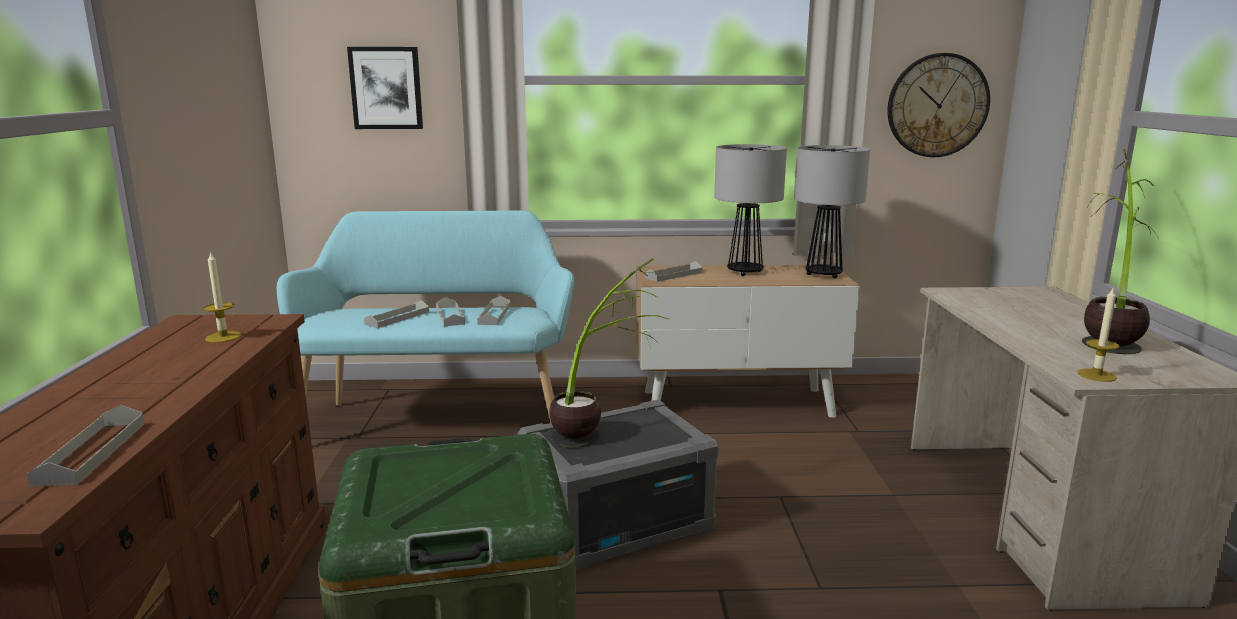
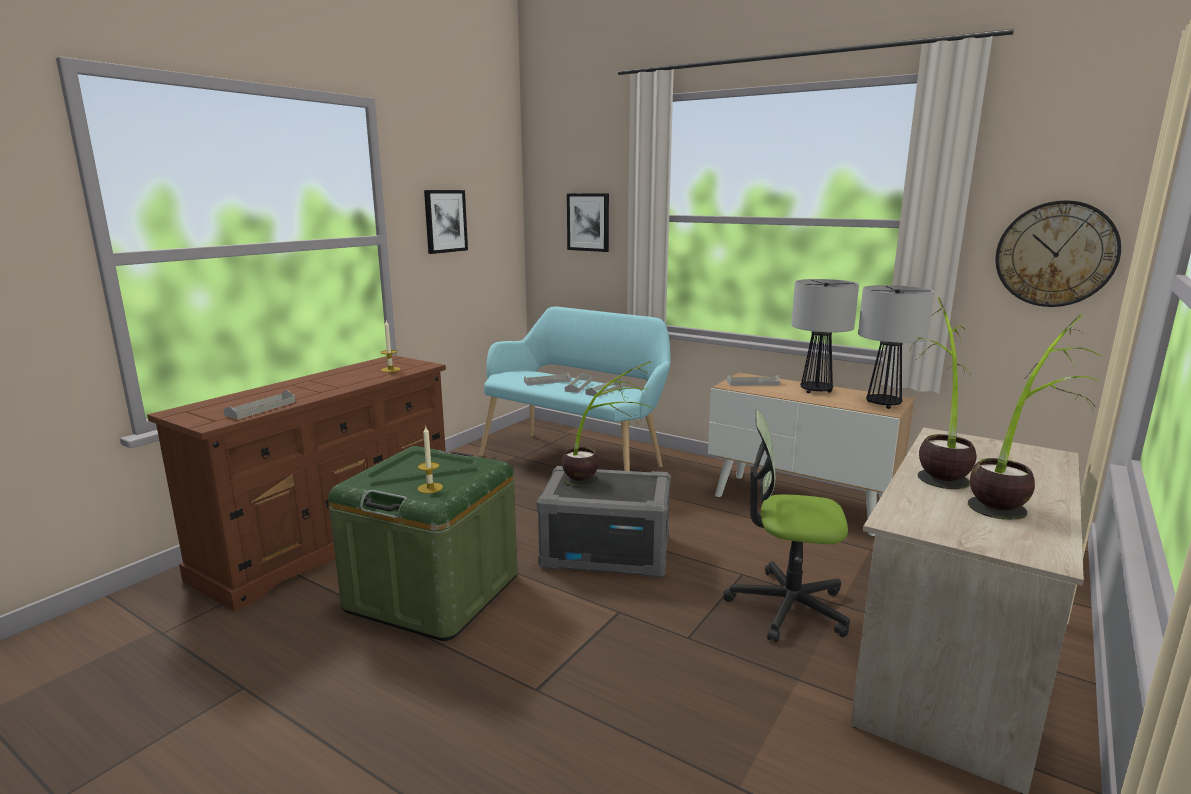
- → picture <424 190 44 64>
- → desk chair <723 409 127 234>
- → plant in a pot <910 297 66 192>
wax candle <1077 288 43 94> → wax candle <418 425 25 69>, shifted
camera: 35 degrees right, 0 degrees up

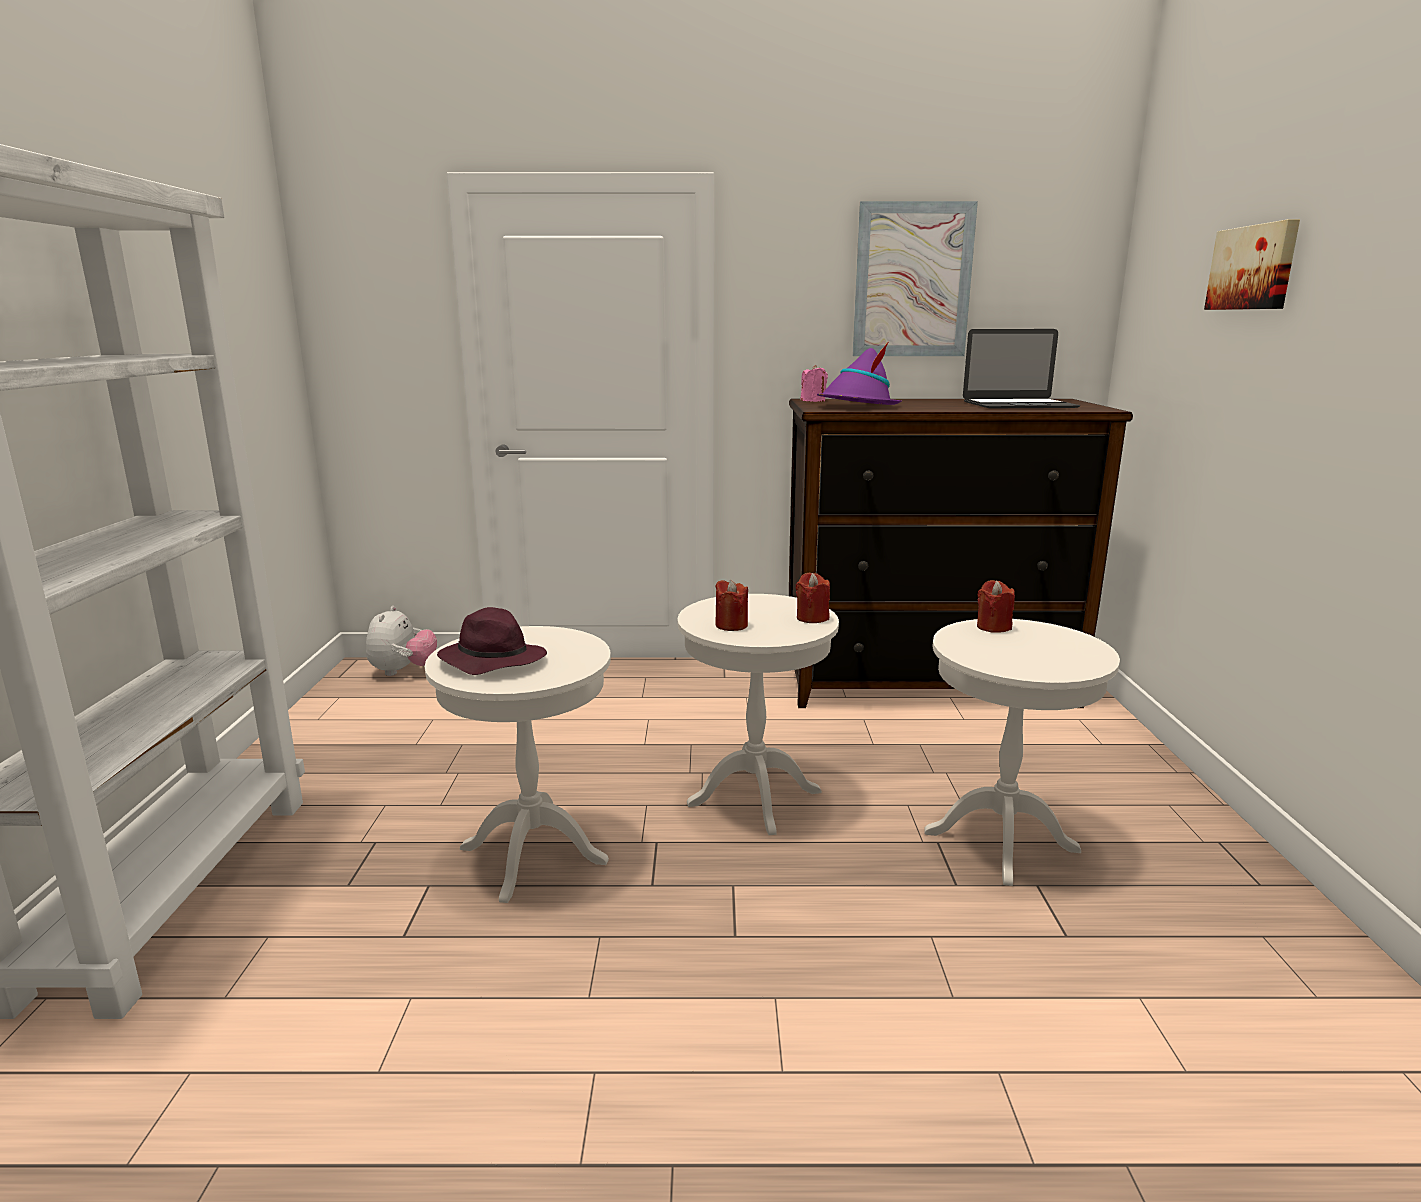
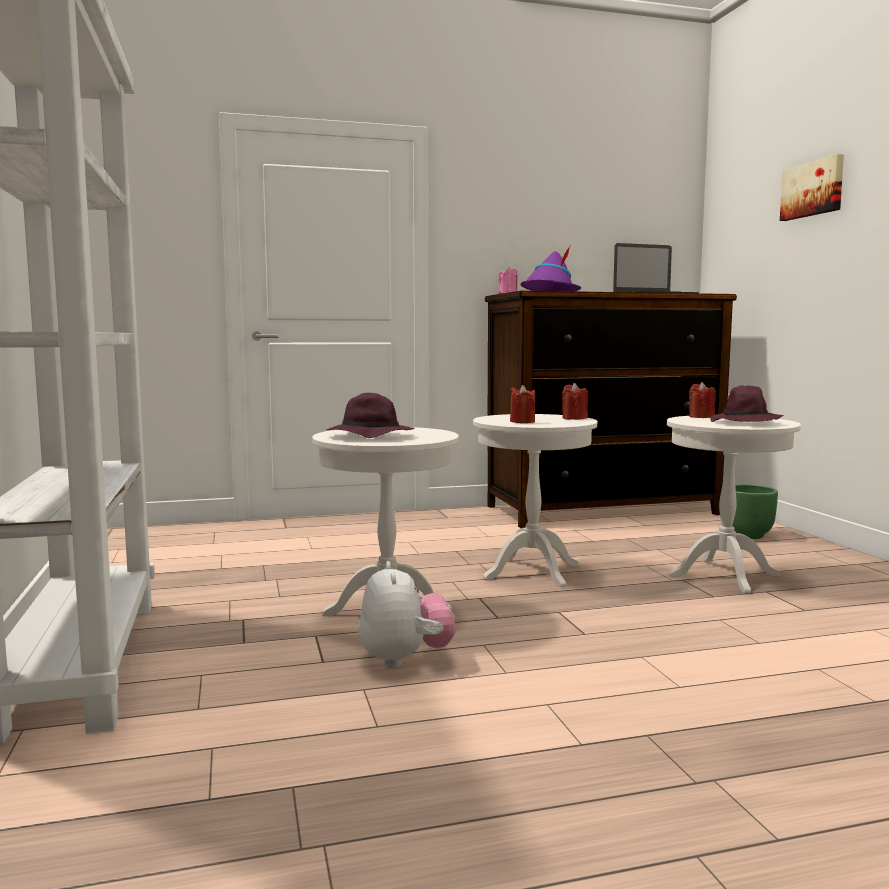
picture <852 201 126 155> → -
- → clothing hat (purple) <711 385 73 37>
- → planter (green) <732 484 46 55>
plush toy <366 606 71 70> → plush toy <359 561 97 107>, shifted
camera: 15 degrees left, 10 degrees down

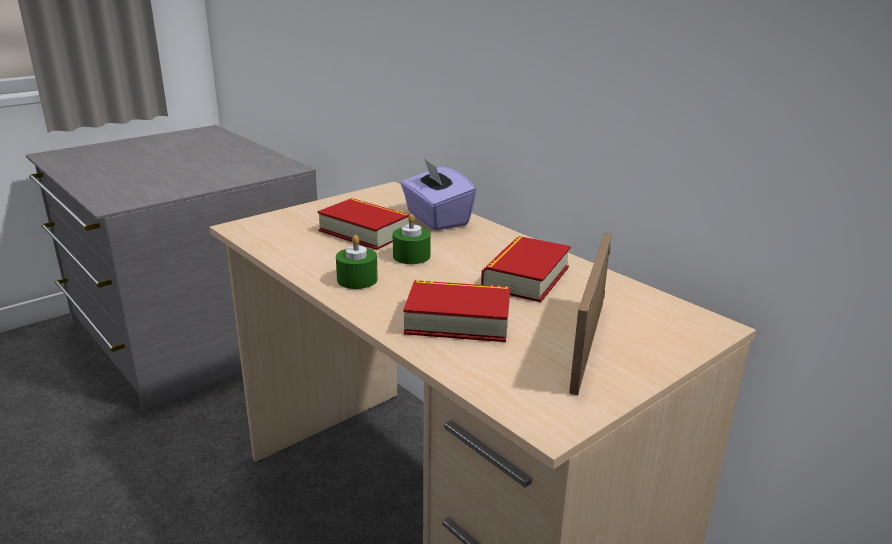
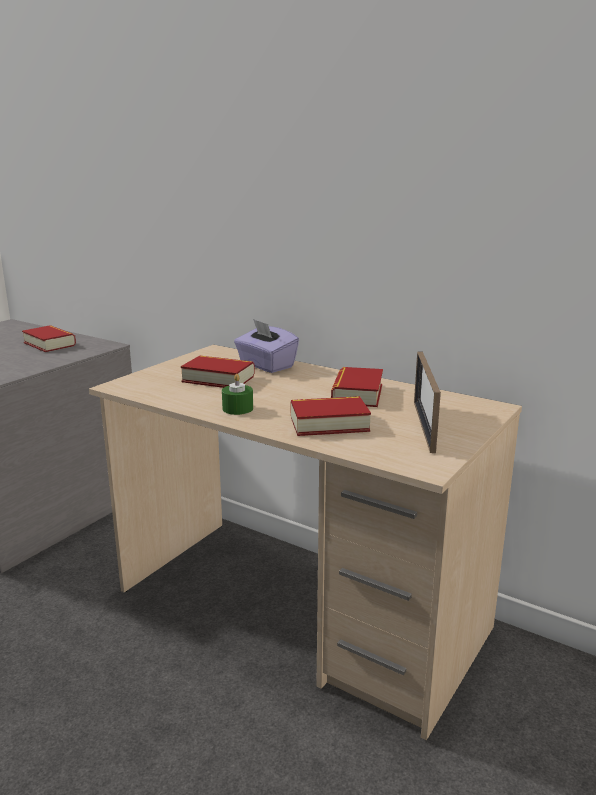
wax candle (green) <393 214 38 50> → -
- → volume <22 325 54 27>
camera: 15 degrees left, 5 degrees down

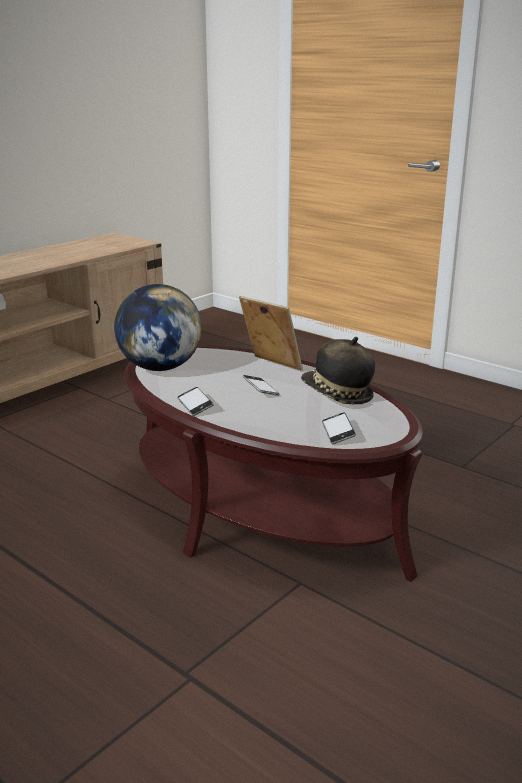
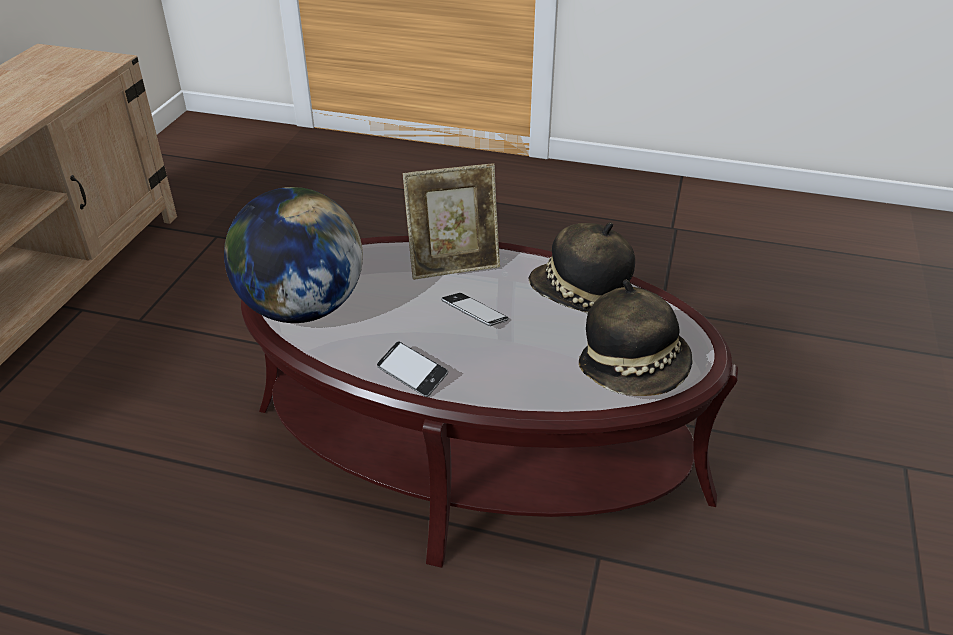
handset <322 412 34 32> → clothing hat <579 280 114 116>
picture frame <239 296 64 75> → picture frame <403 163 97 117>, 150 degrees clockwise
camera: 25 degrees left, 15 degrees up

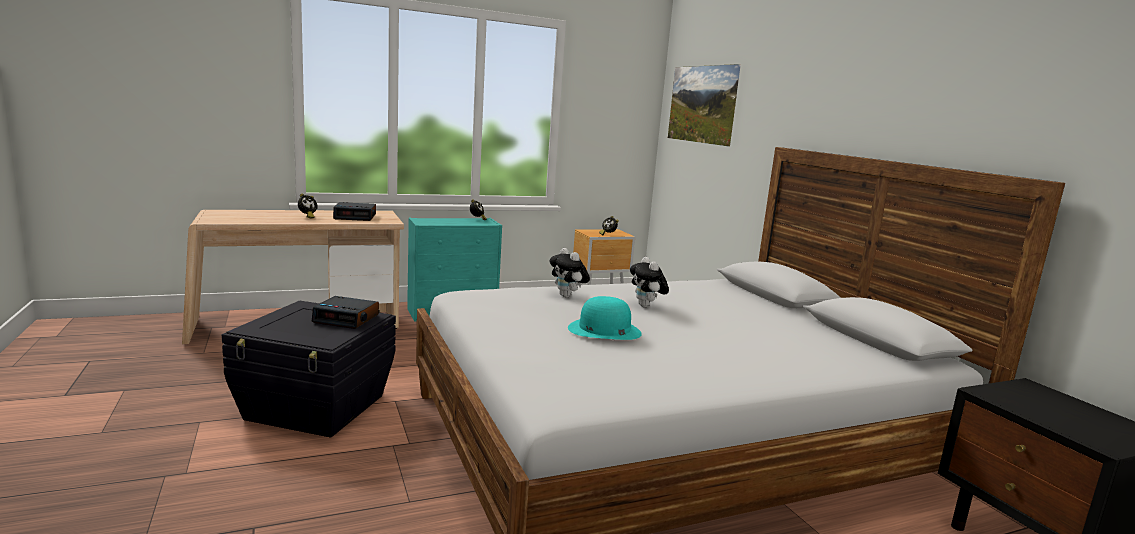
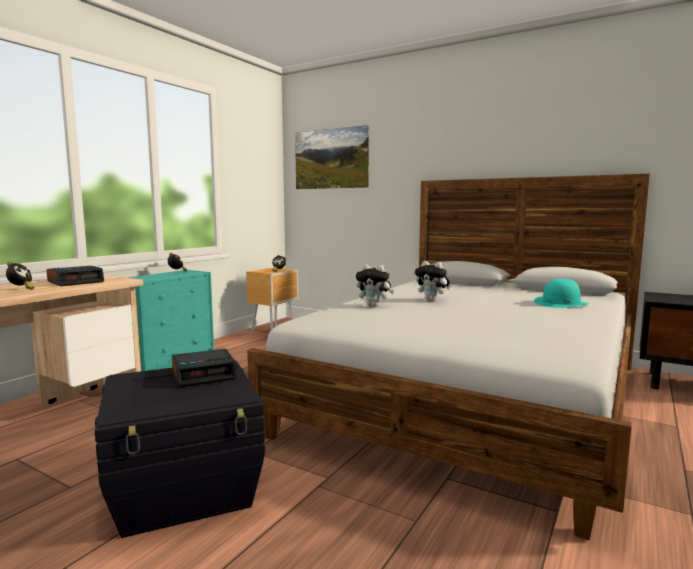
clothing hat (turquoise) <568 296 74 44> → clothing hat (turquoise) <534 279 55 29>, shifted
camera: 35 degrees left, 5 degrees down

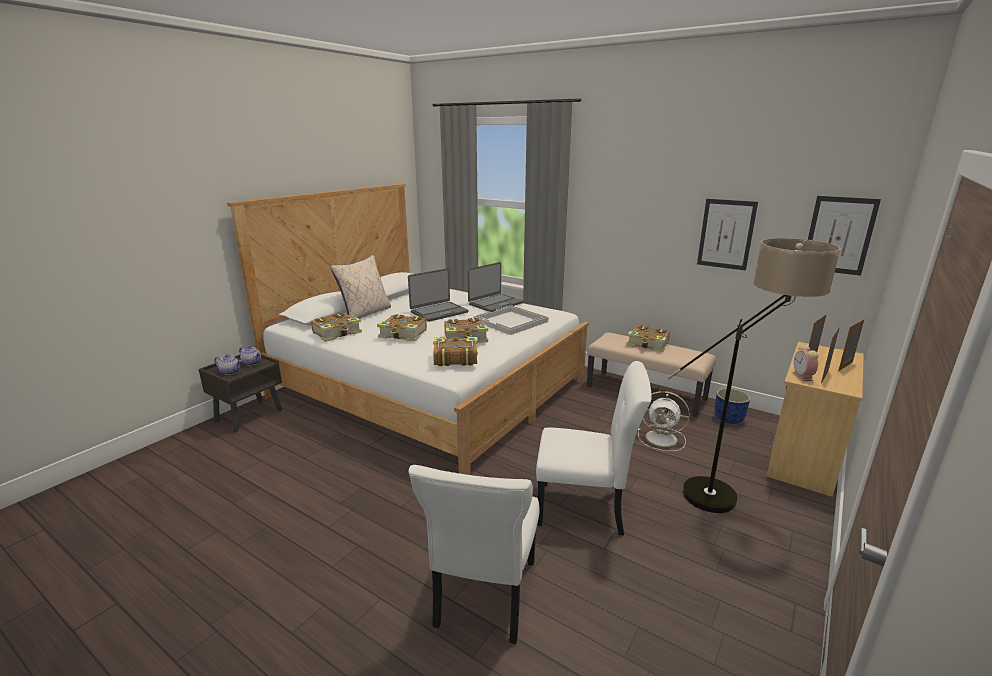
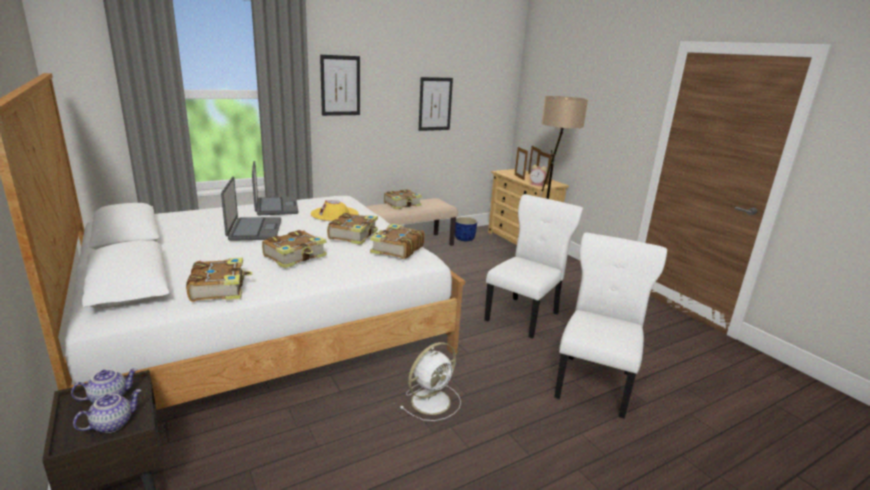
cushion (beige-coloured) <330 255 61 64> → -
cooling fan (white-coloured) <638 391 52 61> → cooling fan (white-coloured) <400 342 61 79>, shifted
picture <808 196 73 80> → picture <320 55 40 61>, shifted
tray (white-coloured) <473 305 75 30> → clothing hat (yellow) <311 200 48 21>
plain chair (white-coloured) <409 465 131 179> → plain chair (white-coloured) <554 232 113 187>, 105 degrees counterclockwise
camera: 65 degrees left, 0 degrees up

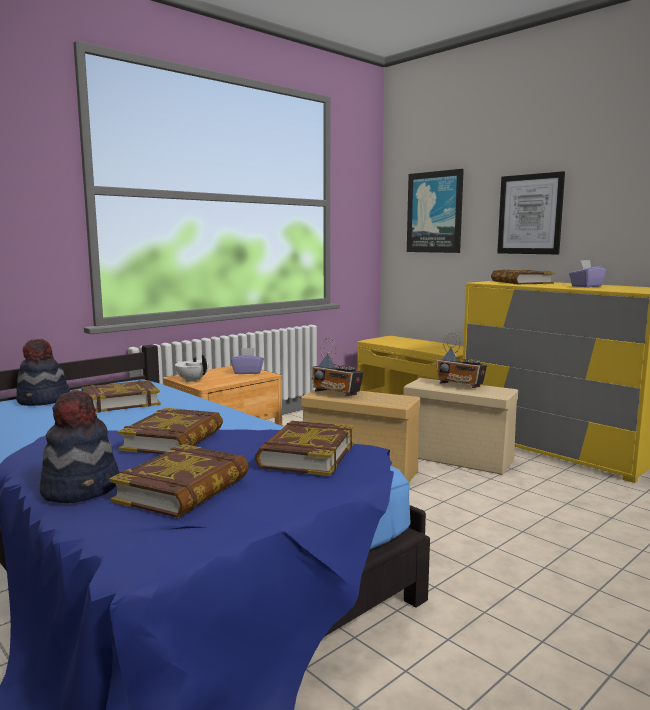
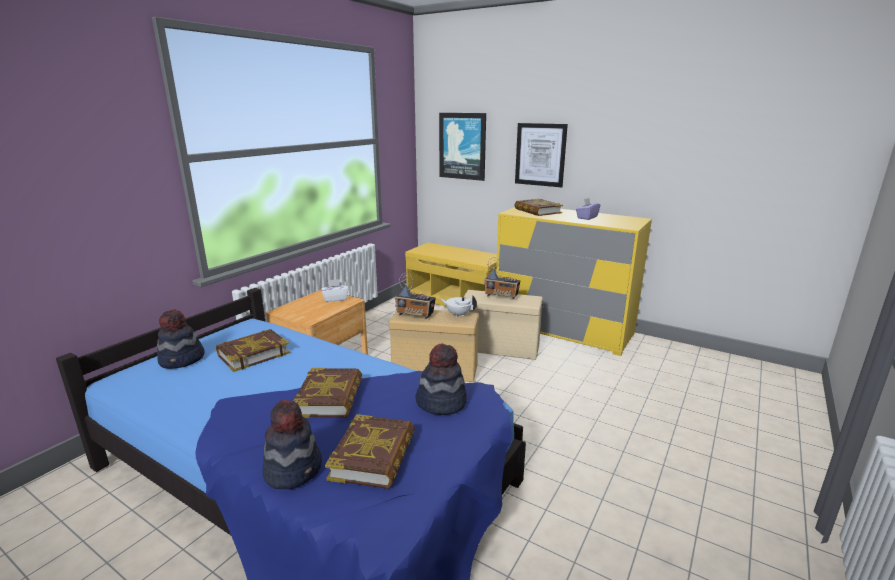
teapot (white-coloured) <175 354 34 28> → teapot (white-coloured) <441 295 36 22>, shifted
volume <255 421 99 55> → clothing hat <415 343 52 72>
tissue box (purple) <231 348 33 26> → tissue box (white-coloured) <321 279 27 23>
camera: 15 degrees left, 10 degrees up

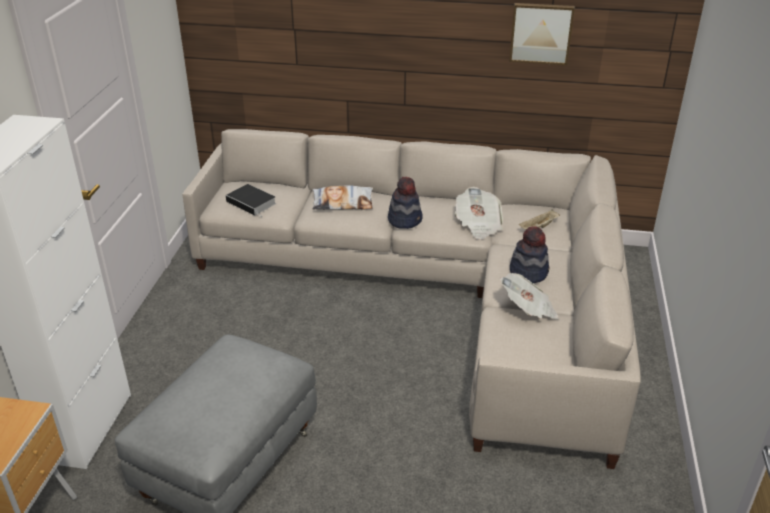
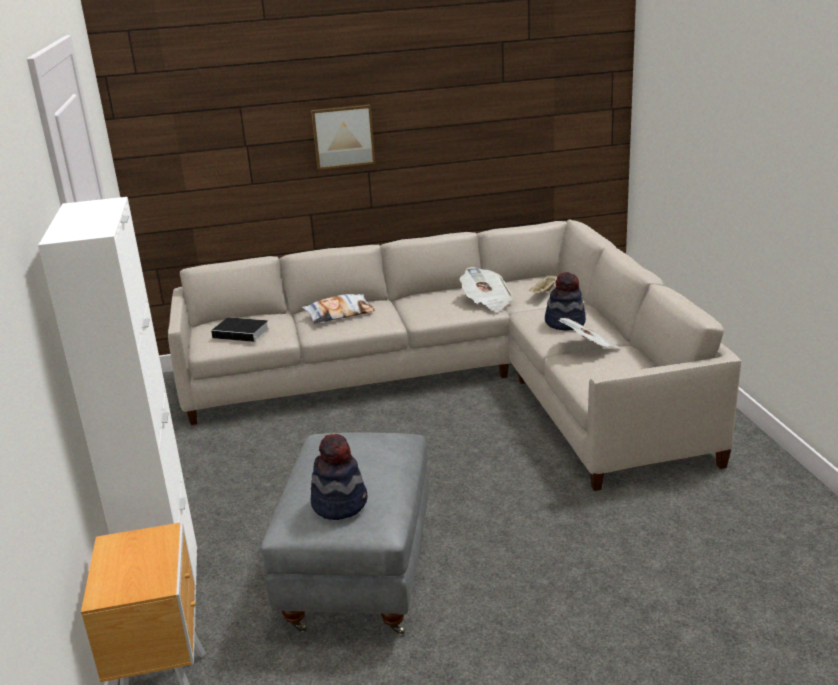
clothing hat <388 177 35 52> → clothing hat <311 434 57 86>, shifted
picture <509 3 66 62> → picture <311 104 64 66>, shifted
camera: 20 degrees left, 10 degrees down

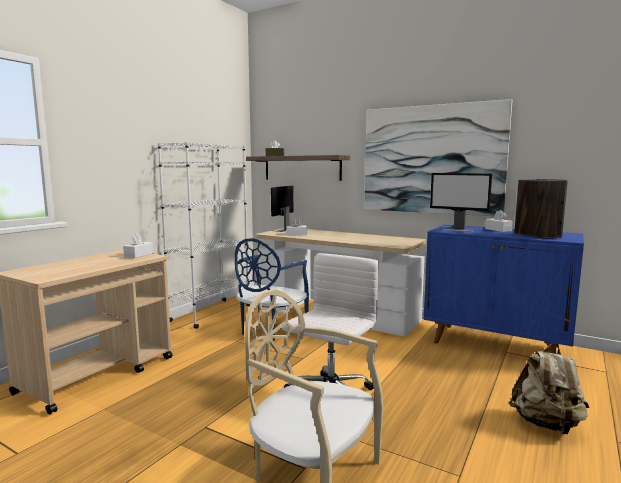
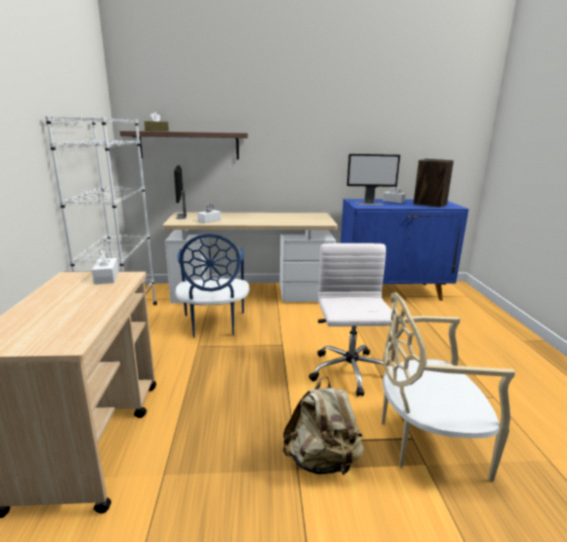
picture <365 99 147 117> → -
knapsack (beige-coloured) <509 343 80 91> → knapsack (beige-coloured) <283 376 81 100>, shifted
camera: 35 degrees left, 10 degrees up

